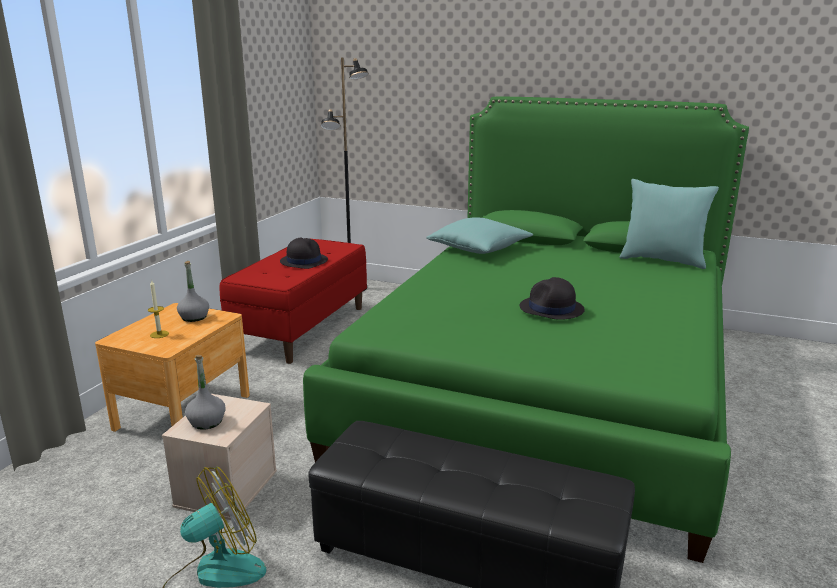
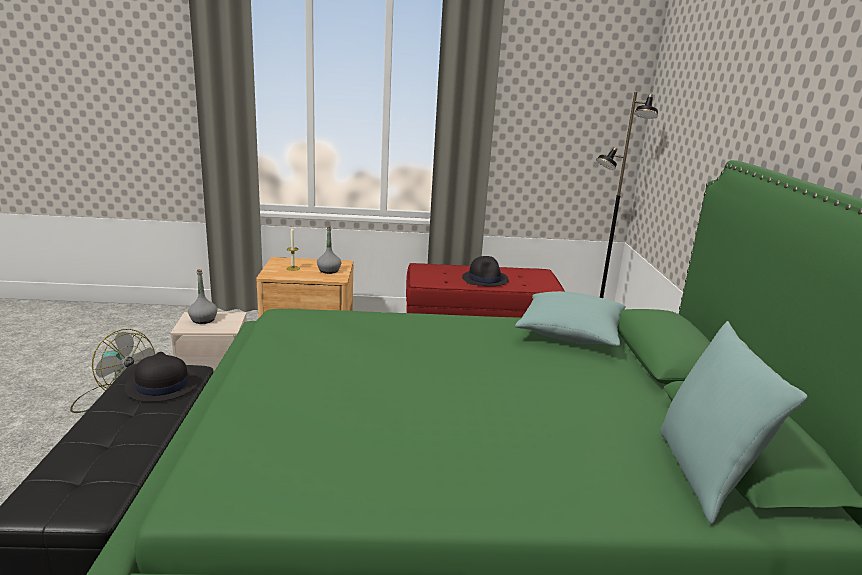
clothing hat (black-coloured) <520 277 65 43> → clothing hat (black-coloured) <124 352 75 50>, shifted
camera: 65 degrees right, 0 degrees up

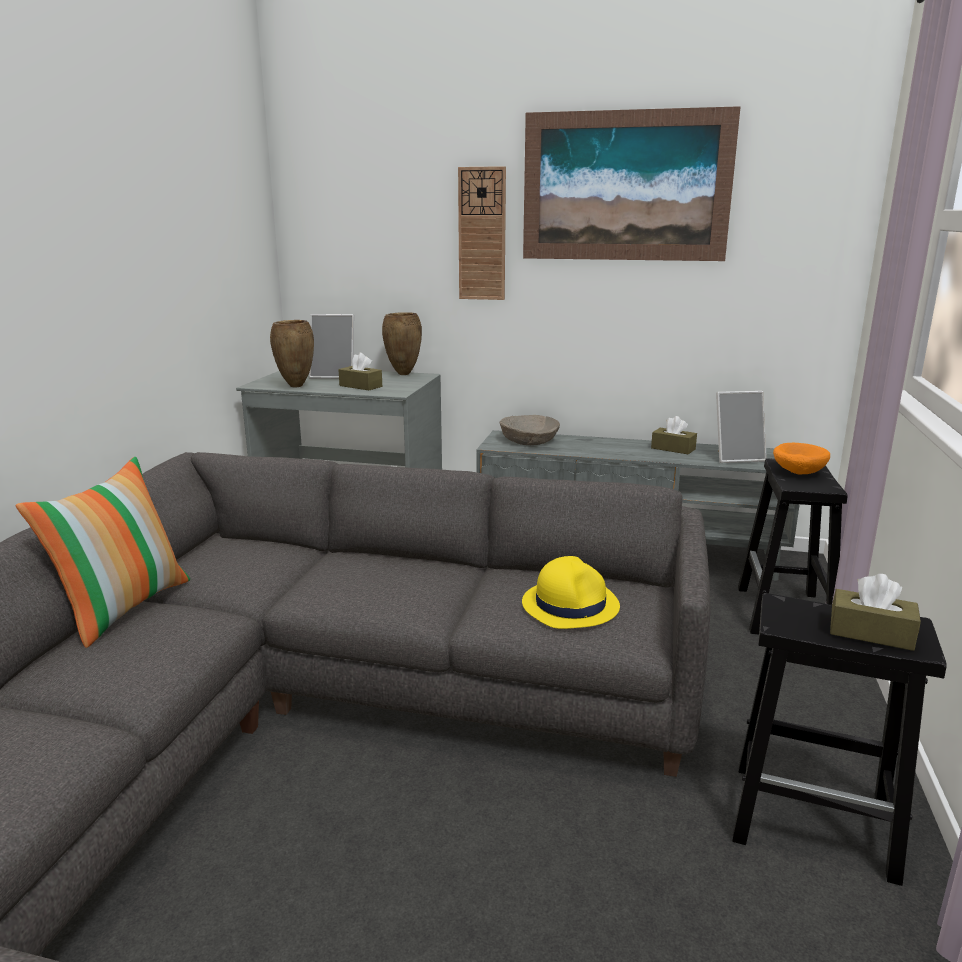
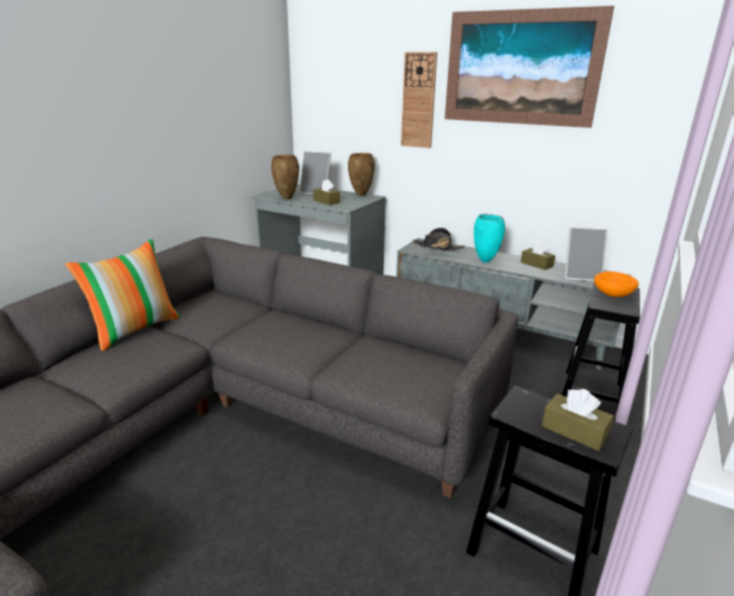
clothing hat (yellow) <522 556 98 73> → -
- → decorative vase (turquoise) <474 214 31 49>
serving bowl (beige-coloured) <500 415 60 30> → clothing hat (black-coloured) <413 228 52 23>
camera: 15 degrees right, 5 degrees up

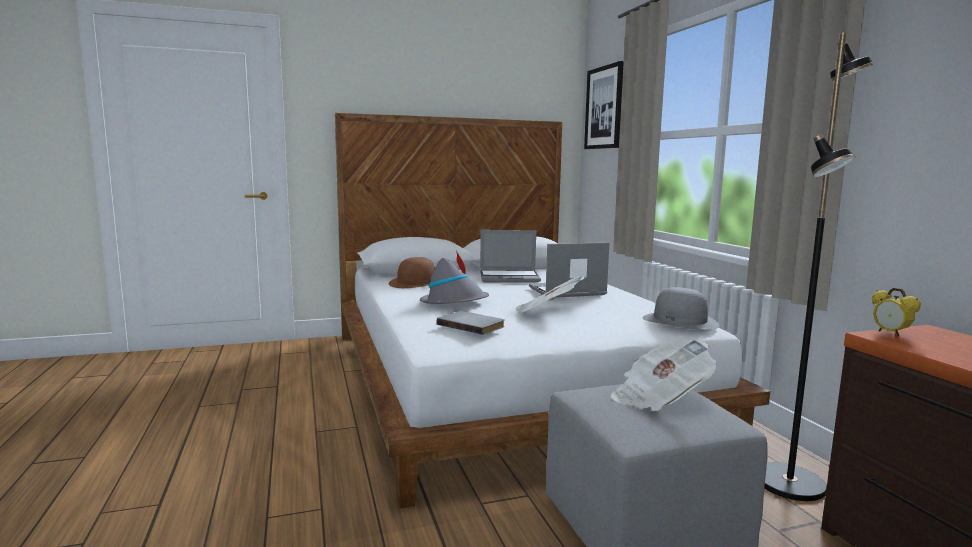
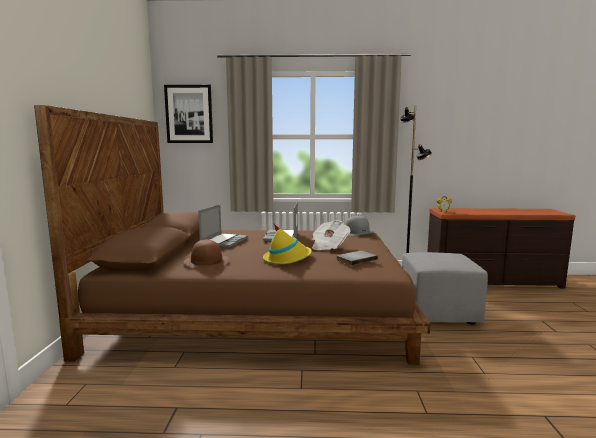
printed paper <611 339 106 72> → -
bed (white-coloured) <335 113 435 396> → bed (brown-coloured) <34 105 397 260>
clothing hat (grey) <420 251 69 53> → clothing hat (yellow) <263 224 49 40>
camera: 70 degrees left, 0 degrees up

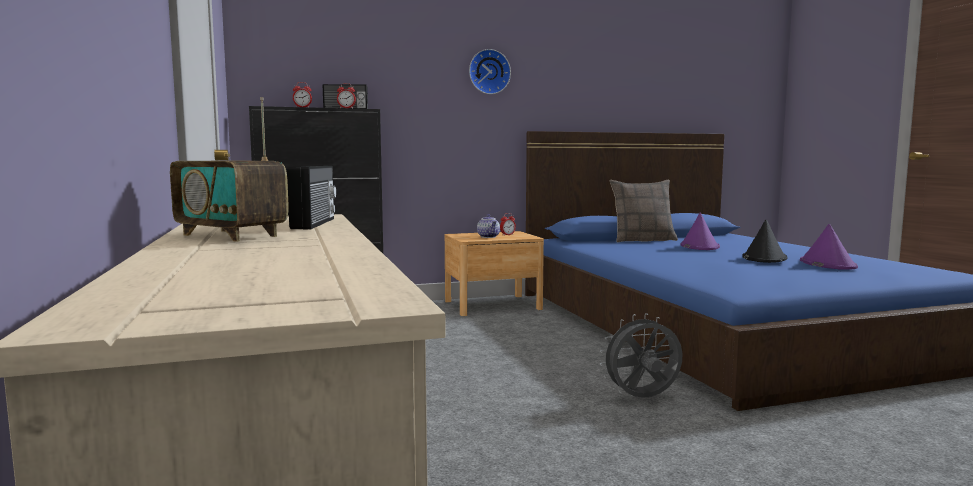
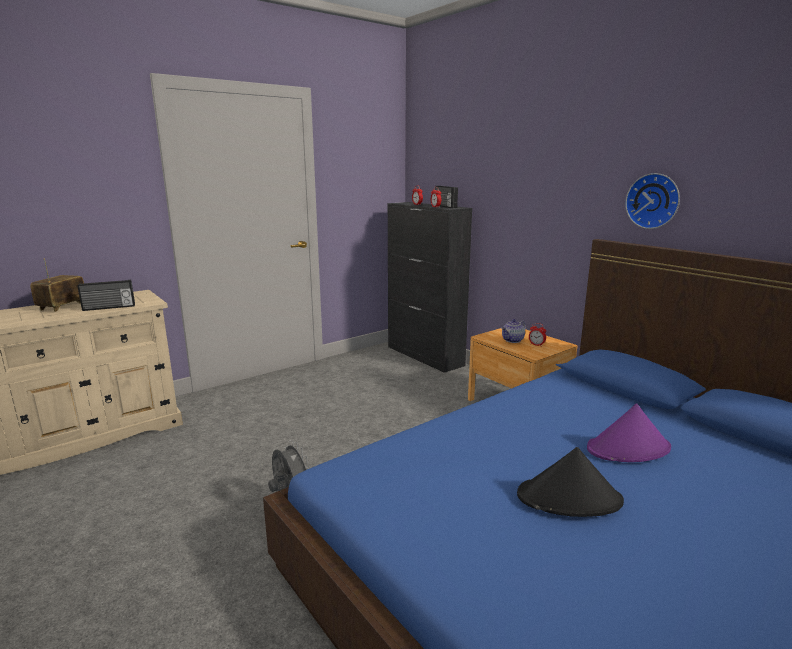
cushion <610 179 68 64> → -
clothing hat (purple) <800 224 58 46> → -
wall clock <469 49 42 45> → wall clock <625 173 55 56>, shifted
camera: 70 degrees right, 10 degrees up

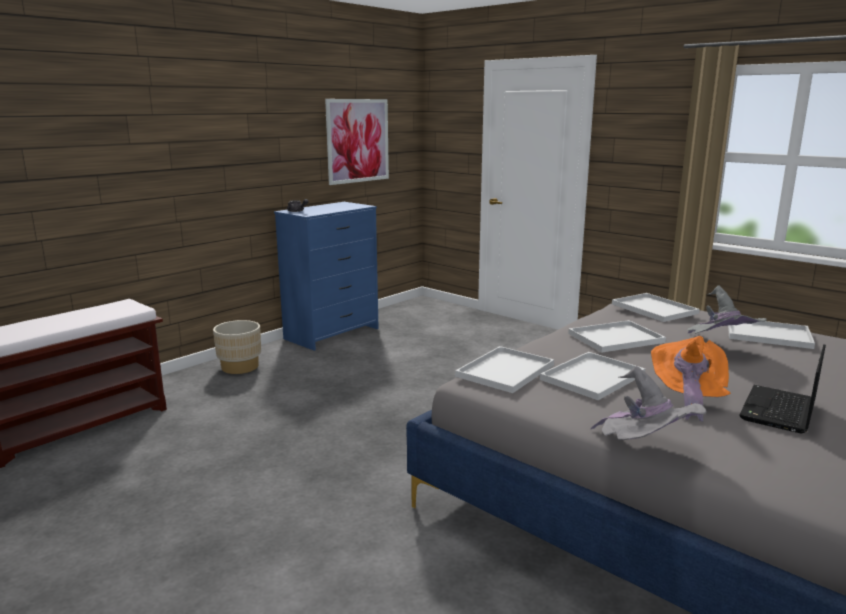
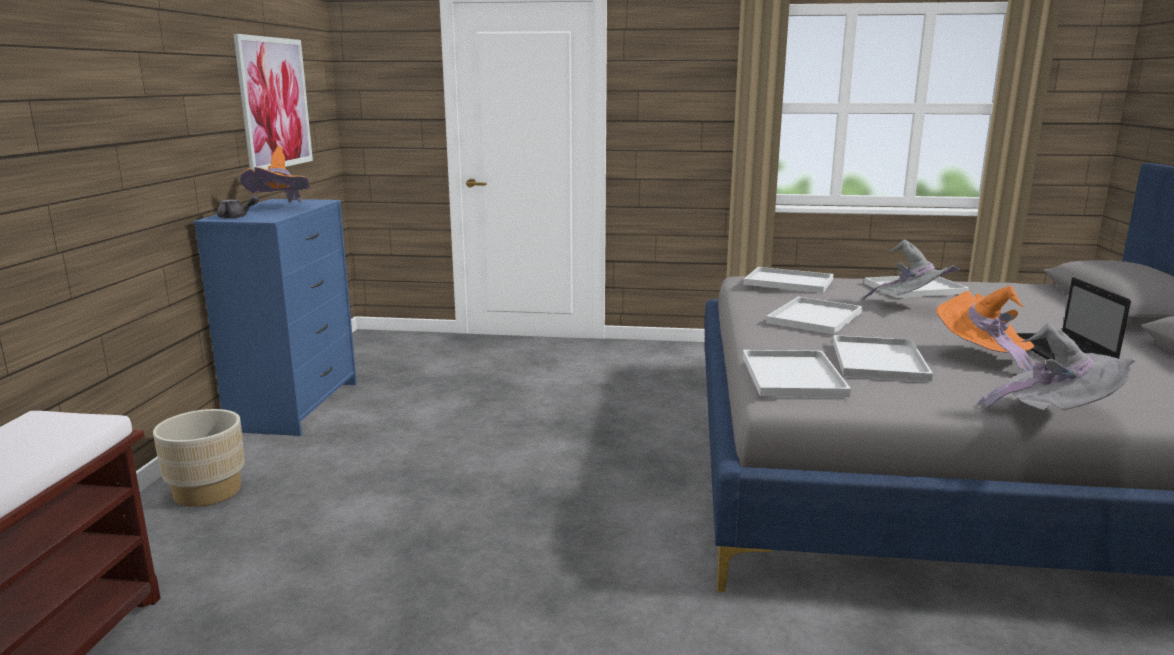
- → clothing hat (orange-coloured) <240 146 71 57>
camera: 35 degrees left, 0 degrees up

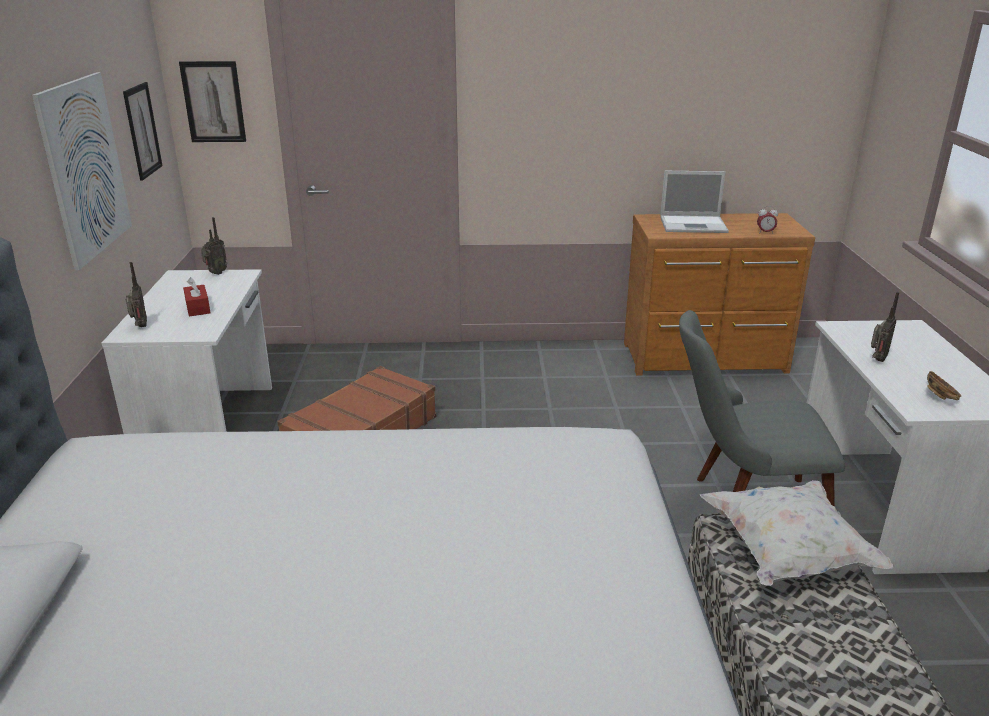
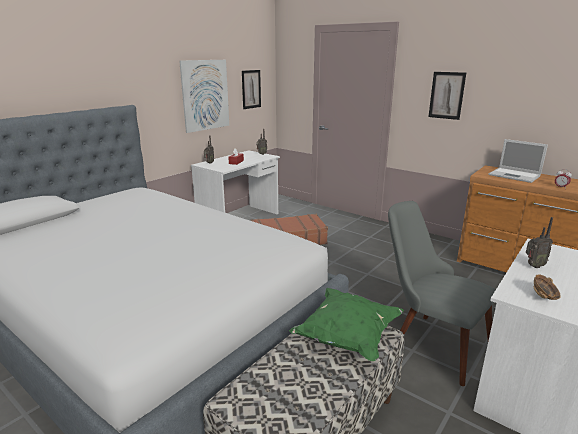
picture <179 61 67 81> → picture <428 72 38 48>, shifted
cushion (white-coloured) <699 480 195 106> → cushion (green) <289 288 115 73>
camera: 40 degrees right, 5 degrees down

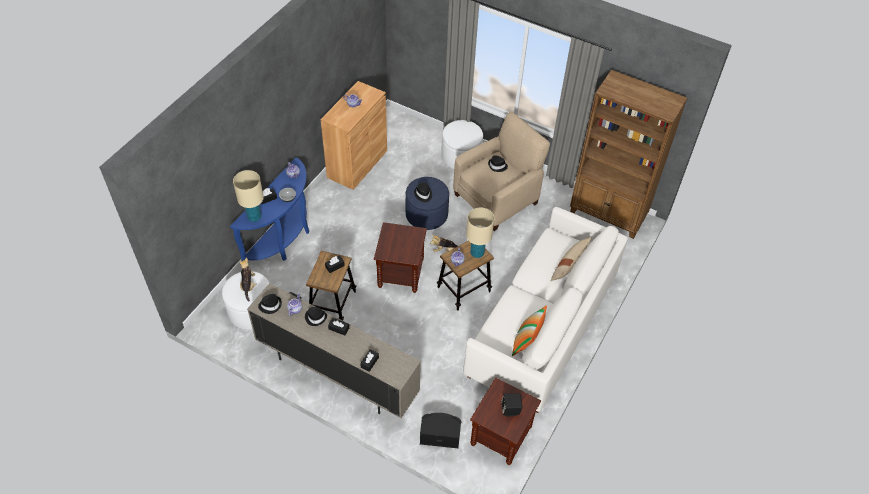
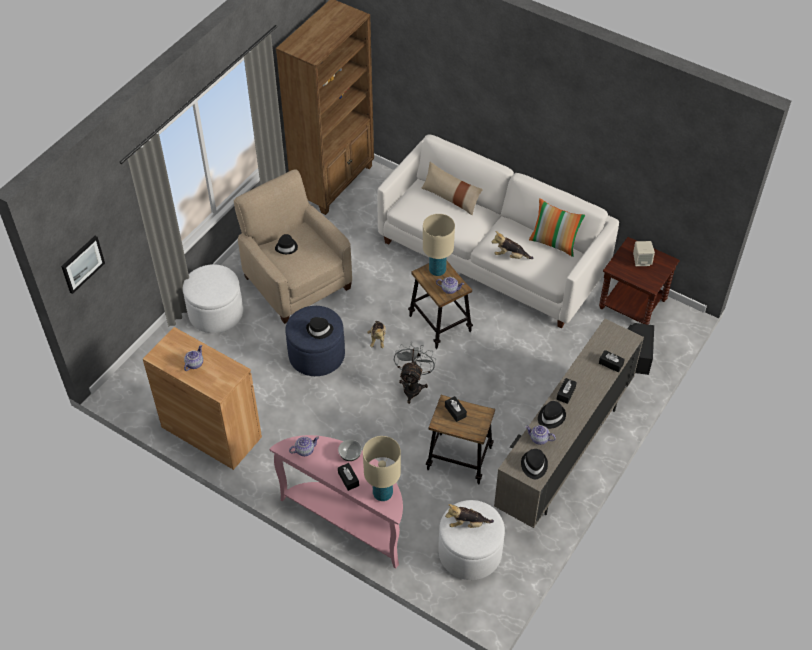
- → picture <61 236 44 58>
- → plush toy <491 231 42 28>
side table (brown-coloured) <374 222 53 71> → cooling fan (grey) <394 342 42 62>
console table (blue-coloured) <230 158 79 103> → console table (pinkish) <269 435 134 134>
audio speaker (black-coloured) <501 393 21 24> → audio speaker (beige-coloured) <633 241 22 25>
camera: 85 degrees left, 0 degrees up

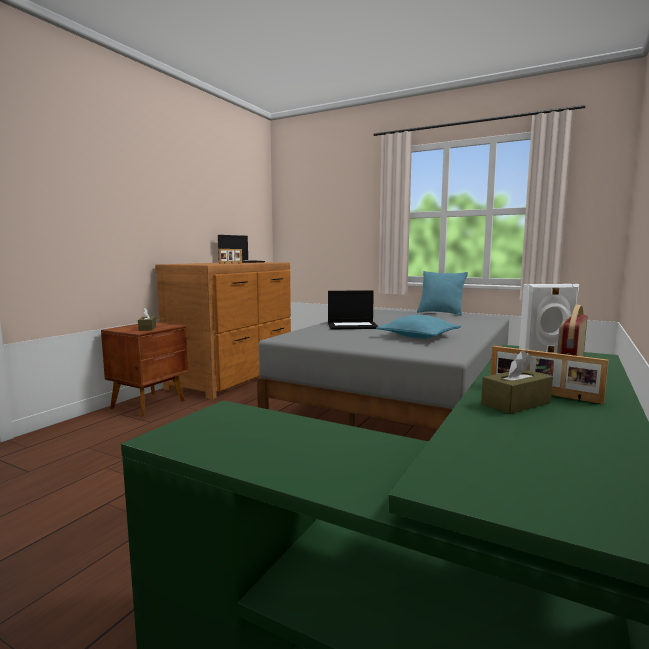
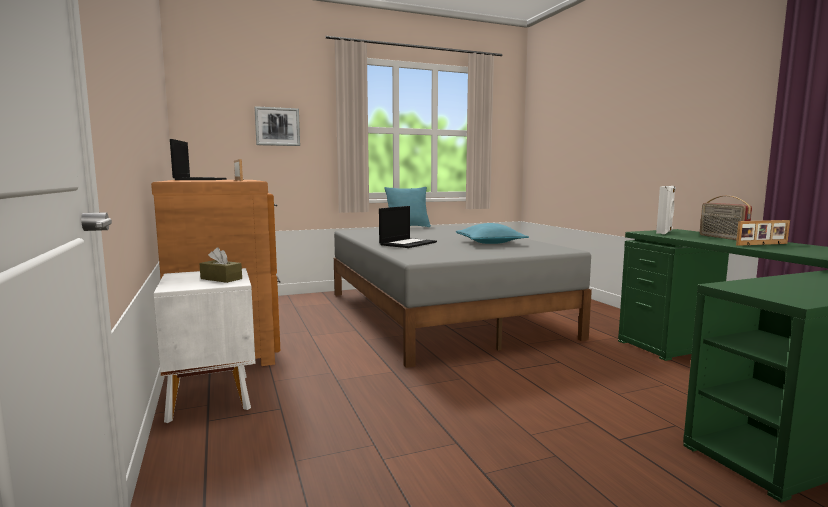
tissue box (brown-coloured) <481 350 72 64> → -
- → picture <255 106 45 40>
nightstand (brown-coloured) <101 322 88 95> → nightstand (white-coloured) <154 268 101 155>
camera: 50 degrees left, 0 degrees up

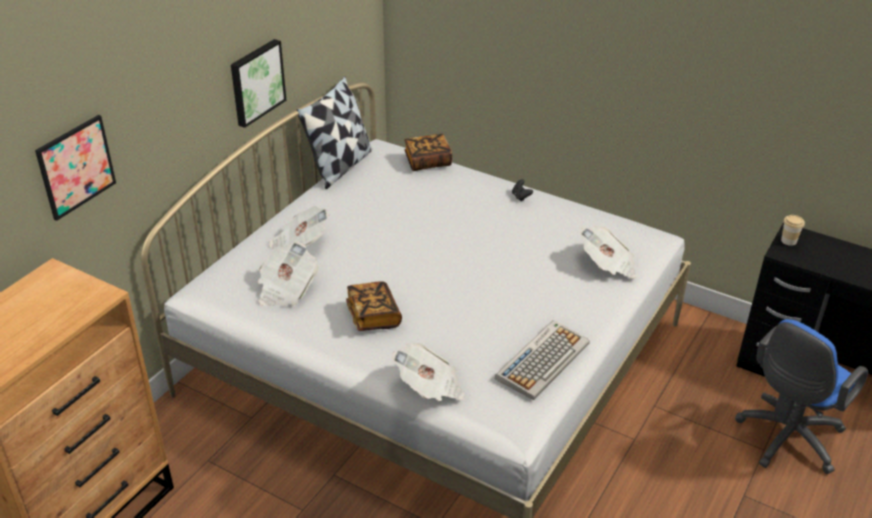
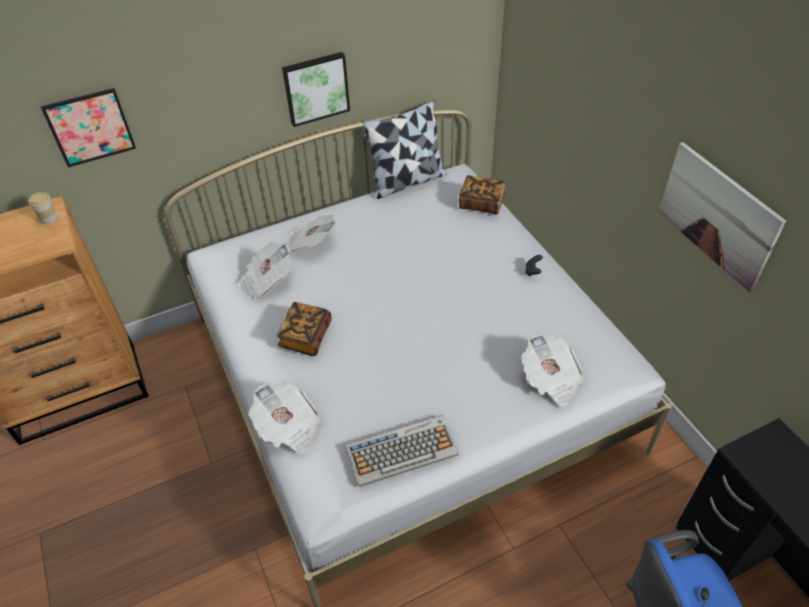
- → picture <659 142 127 150>
drinking cup <781 215 24 31> → drinking cup <28 192 29 32>, shifted
camera: 35 degrees right, 10 degrees up

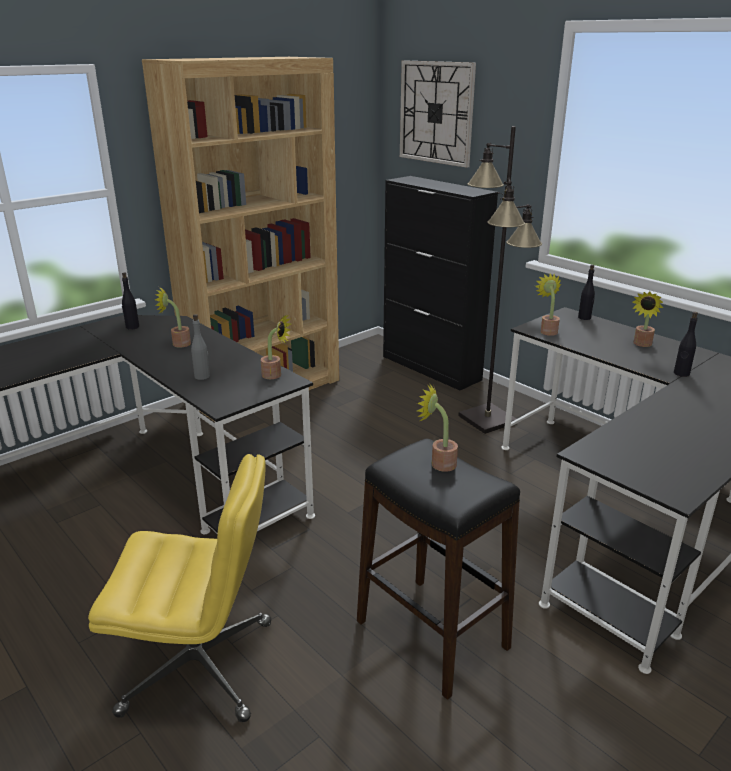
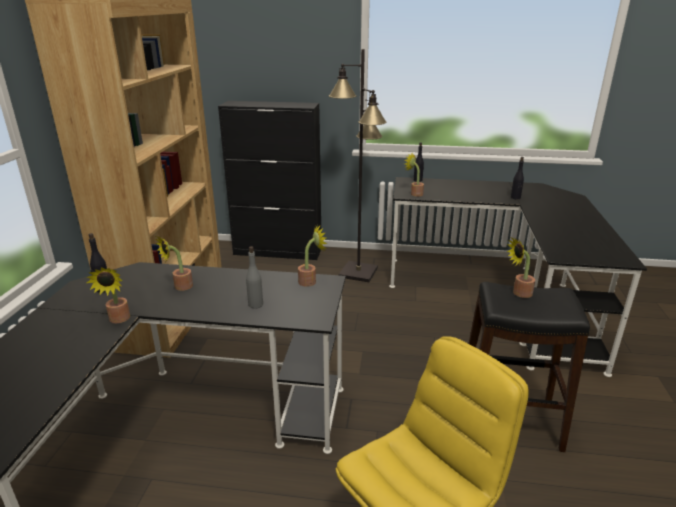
wall clock <400 60 76 108> → -
plant in a pot <632 291 31 56> → plant in a pot <86 267 44 56>, shifted
camera: 40 degrees left, 0 degrees up

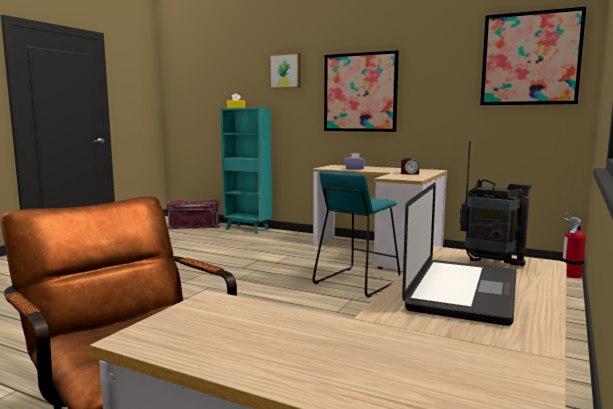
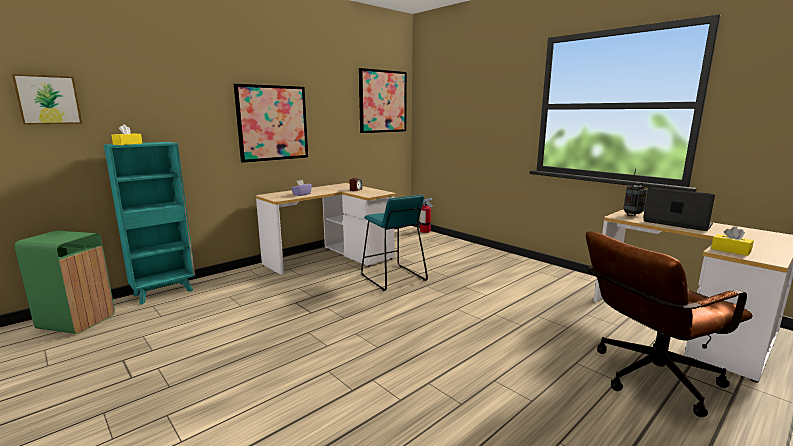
- → tissue box (yellow) <711 226 43 30>
picture <269 53 31 36> → picture <12 74 70 50>, shifted
storage container (reddish) <167 199 54 31> → waste bin (green) <15 230 100 104>
camera: 70 degrees left, 5 degrees up

